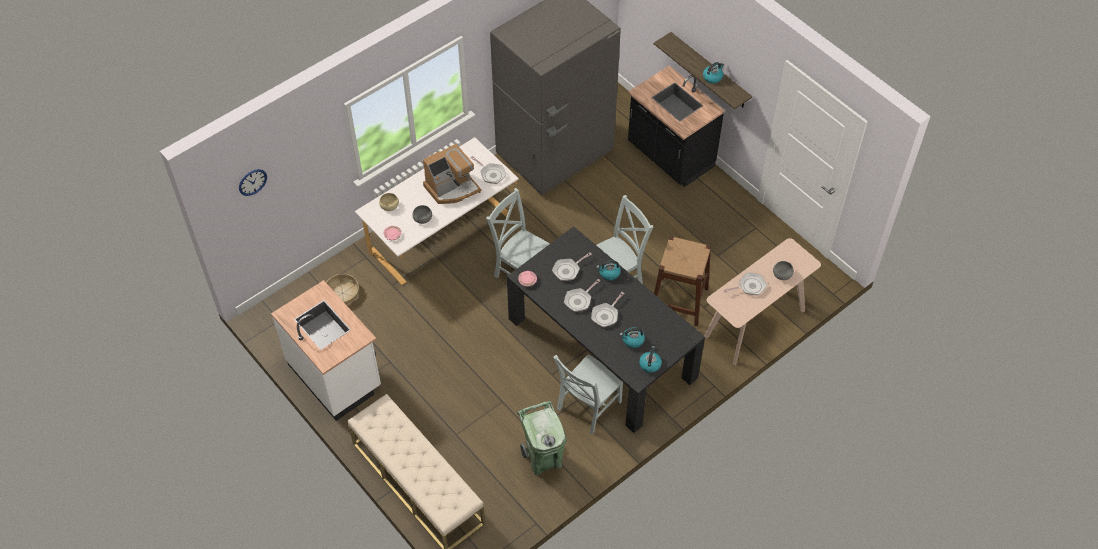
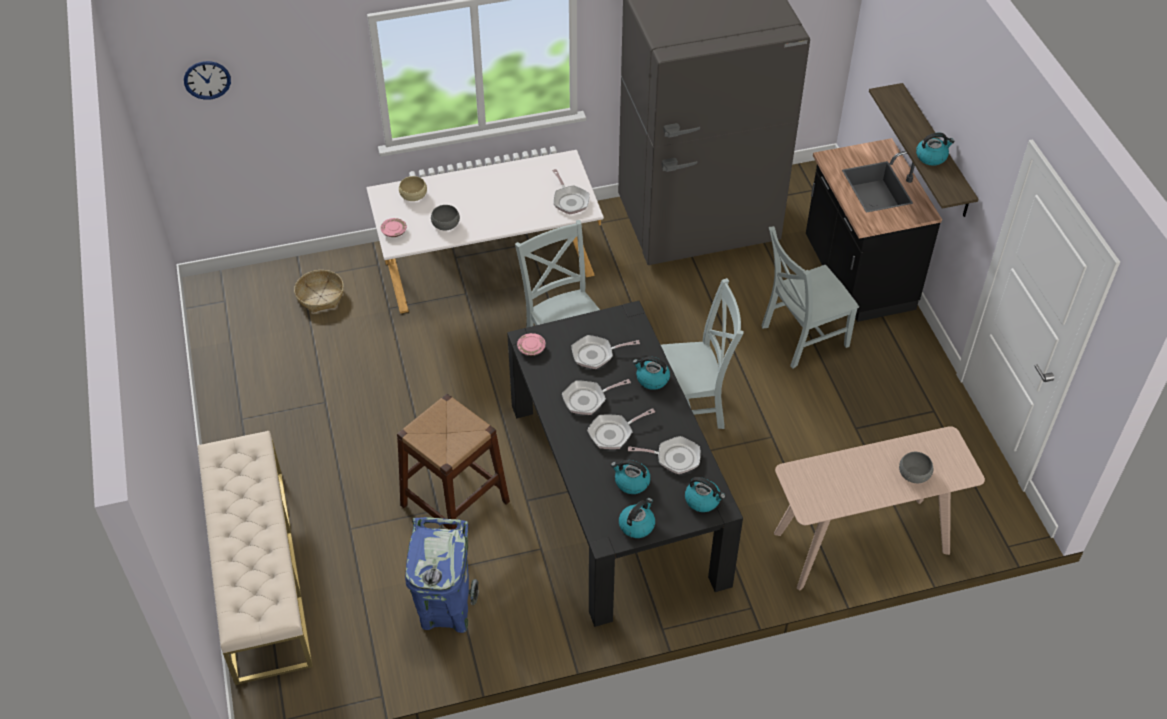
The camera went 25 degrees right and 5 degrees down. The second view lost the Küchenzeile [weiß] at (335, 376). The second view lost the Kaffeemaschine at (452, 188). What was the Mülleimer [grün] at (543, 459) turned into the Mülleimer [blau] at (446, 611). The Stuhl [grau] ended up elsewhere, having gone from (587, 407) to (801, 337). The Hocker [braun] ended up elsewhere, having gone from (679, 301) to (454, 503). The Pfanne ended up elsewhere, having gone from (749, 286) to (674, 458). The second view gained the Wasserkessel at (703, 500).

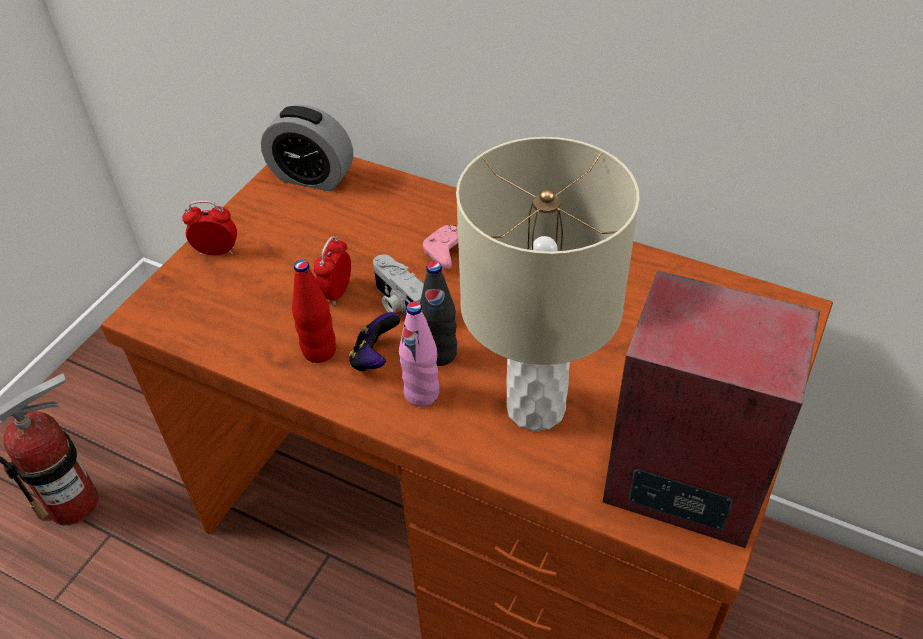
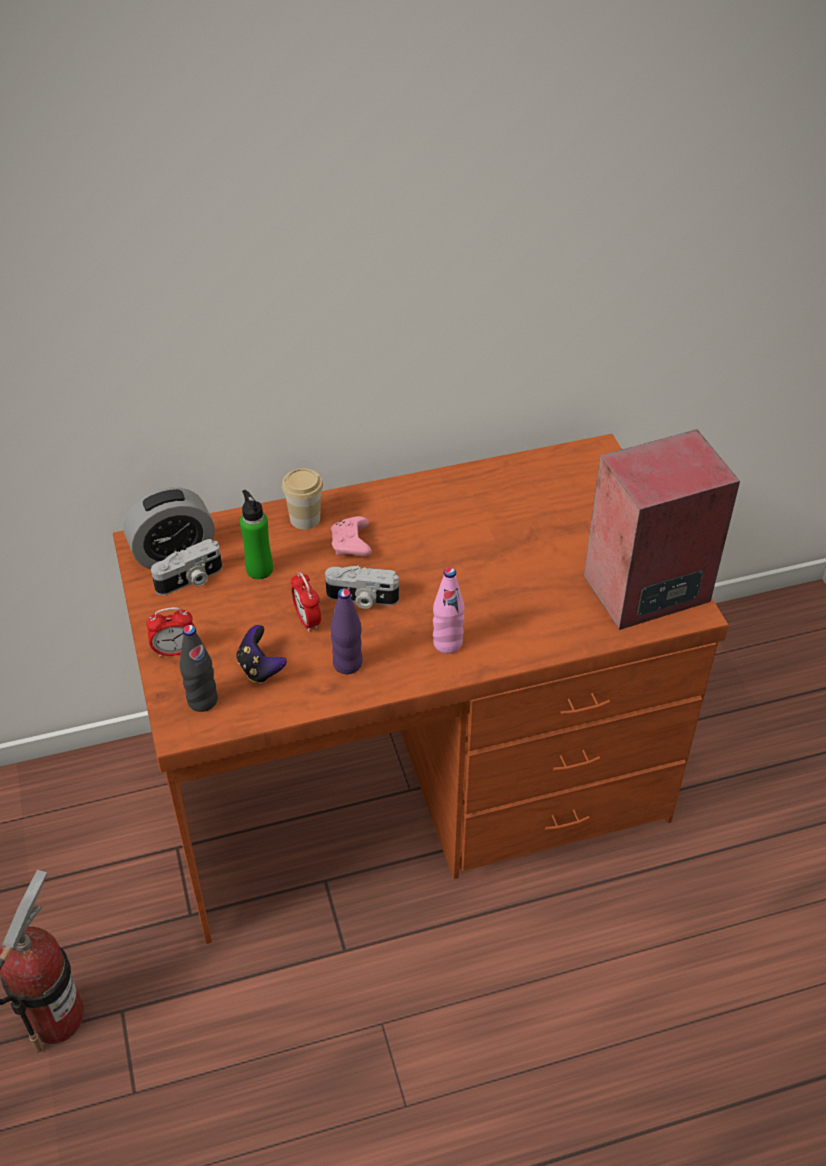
The camera went 45 degrees left and 0 degrees up. The Wecker at (217, 251) ended up facing another way, 150 degrees counterclockwise from before. What was the Flasche [rot] at (319, 351) turned into the Flasche [lila] at (347, 664). The Gamepad ended up elsewhere, having gone from (375, 358) to (260, 668). The Flasche [schwarz] ended up elsewhere, having gone from (439, 354) to (202, 700). The second view lost the Tischlampe [beige] at (536, 407). The second view gained the Kamera at (190, 580). The second view gained the Flasche [grün] at (259, 569). The second view gained the Tasse at (305, 518).

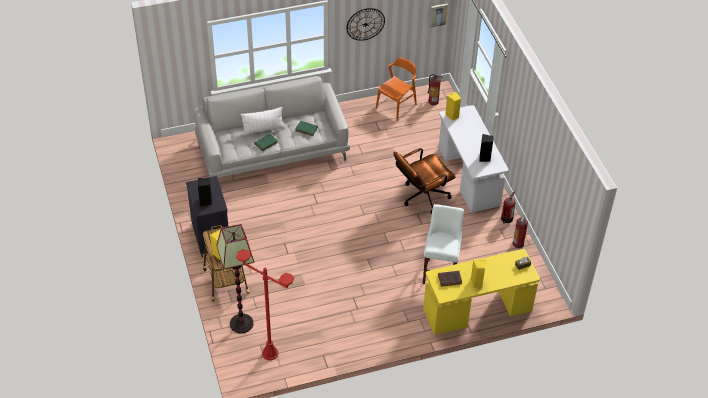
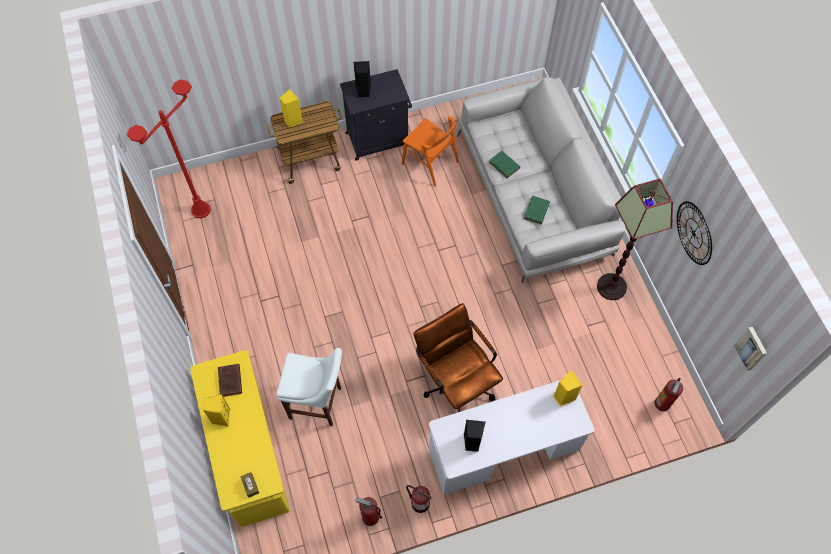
The camera went 90 degrees right and 15 degrees up. The Stehlampe ended up elsewhere, having gone from (241, 323) to (612, 287). The second view lost the Kissen [weiß] at (263, 129). The Stuhl [orange] ended up elsewhere, having gone from (396, 106) to (430, 163).

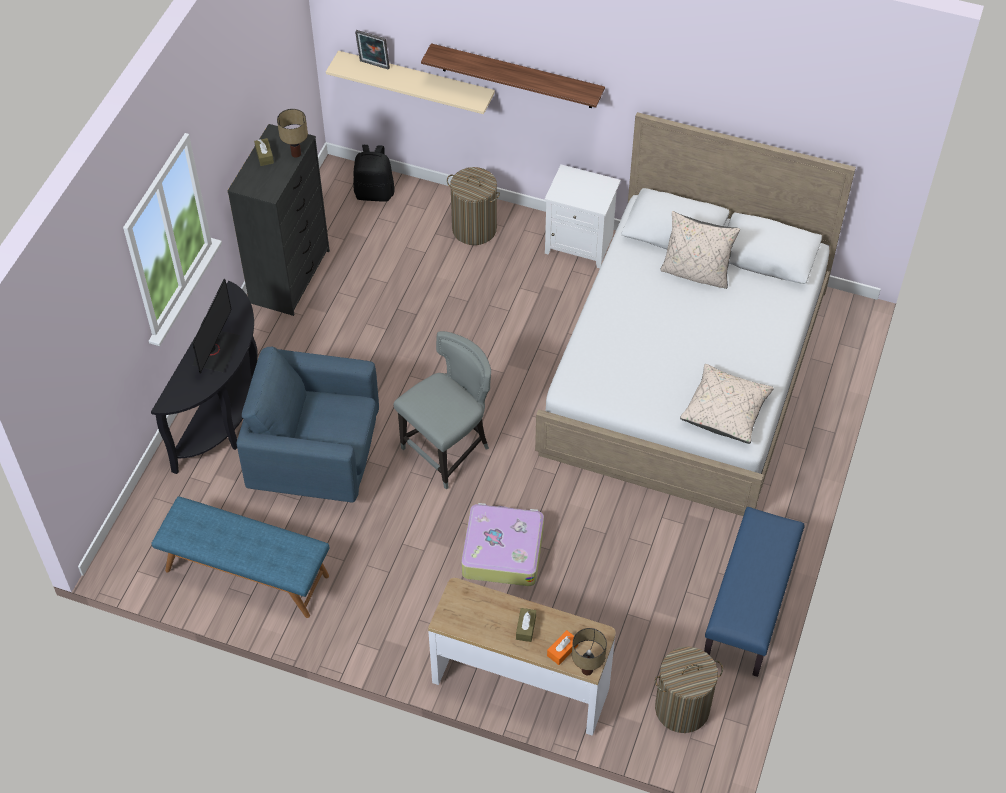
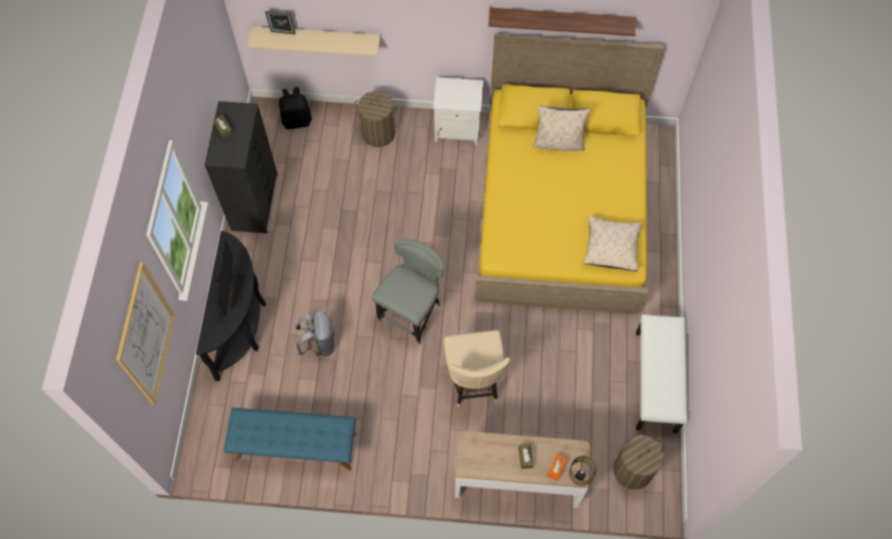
The camera went 15 degrees left and 10 degrees up. Where the Sessel [blau] stood at (317, 459), the Rucksack [grau] came to stand at (319, 344). The second view lost the Tischlampe at (295, 154). The Wandregal ended up elsewhere, having gone from (517, 76) to (561, 20). Where the Koffer stood at (502, 551), the Stuhl [beige] came to stand at (473, 382). What was the Bett [weiß] at (686, 370) turned into the Bett [gelb] at (561, 210). What was the Bank [blau] at (750, 607) turned into the Bank [weiß] at (656, 382). The second view gained the Bild at (145, 335).

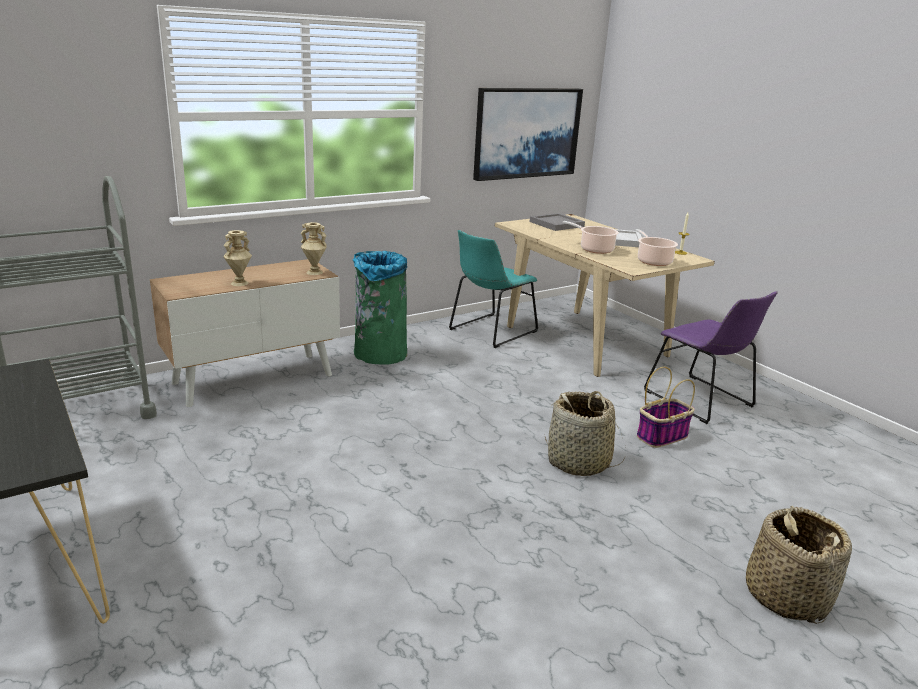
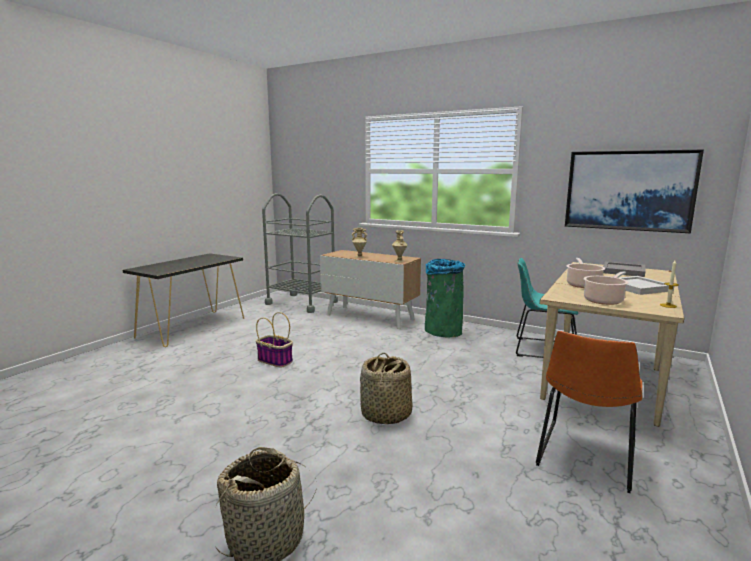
The camera went 65 degrees right and 10 degrees down. The Korb ended up elsewhere, having gone from (662, 436) to (275, 361). What was the Stuhl [lila] at (701, 400) turned into the Stuhl [orange] at (585, 457).

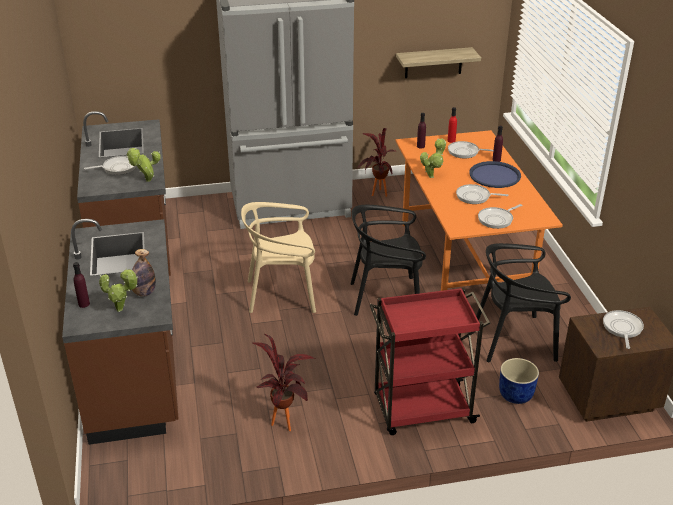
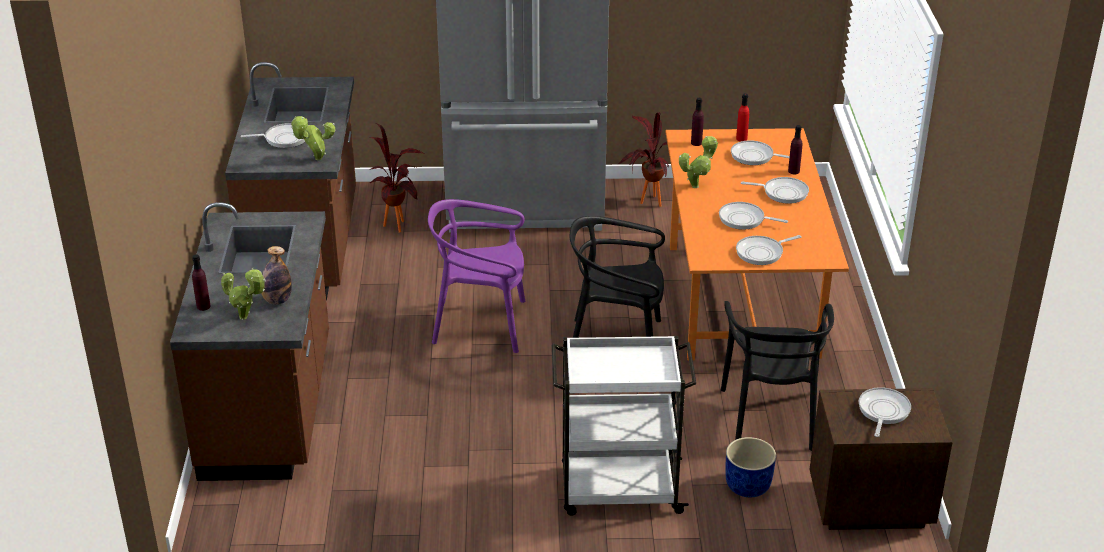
The camera went 10 degrees right and 0 degrees up. What was the Stuhl [beige] at (282, 294) turned into the Stuhl [lila] at (481, 325). The Topfpflanze ended up elsewhere, having gone from (285, 419) to (398, 223). What was the Rollwagen [rot] at (421, 410) turned into the Rollwagen [weiß] at (618, 490). The second view lost the Wandregal at (433, 63). Where the Tablett [blau] stood at (494, 175), the Pfanne came to stand at (782, 193). The Stuhl [schwarz] at (514, 340) ended up facing another way, 90 degrees counterclockwise from before.

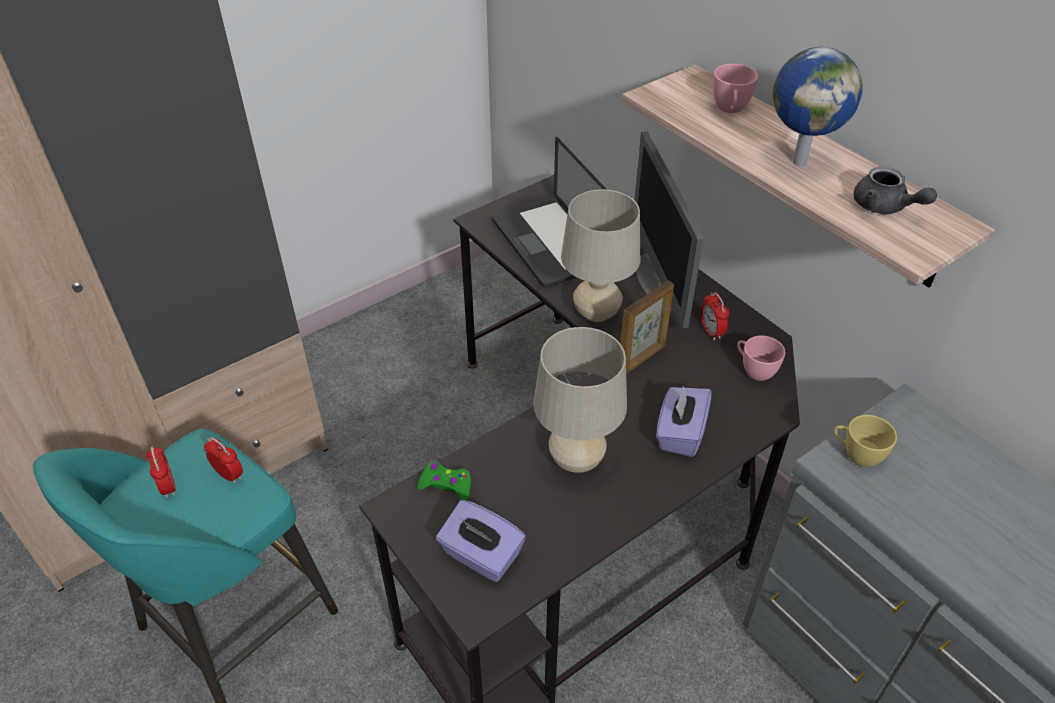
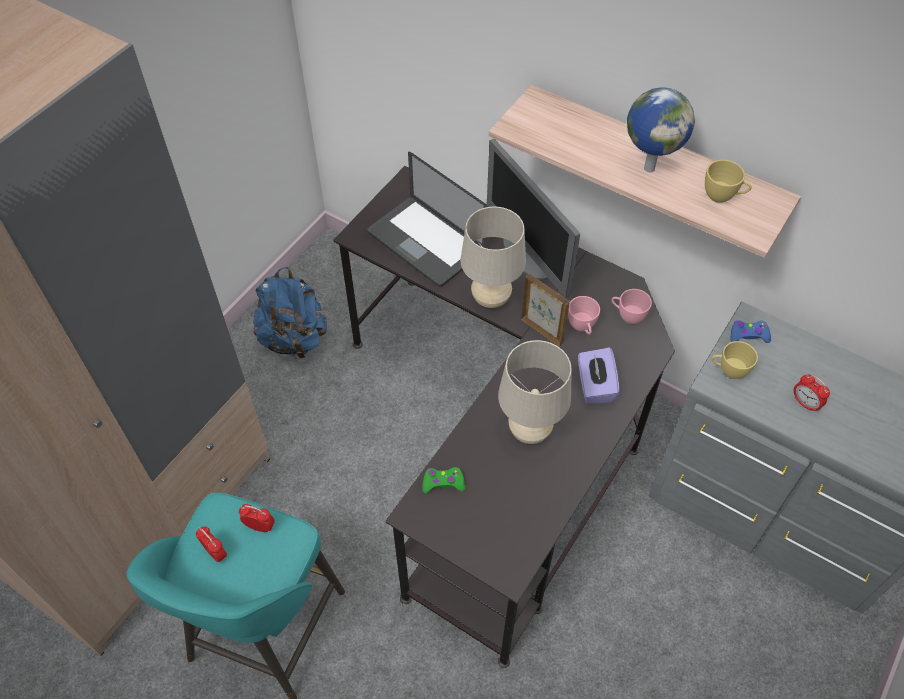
The camera went 20 degrees left and 10 degrees up. The second view lost the Taschentuchbox [lila] at (481, 556). The Bilderrahmen at (642, 359) ended up facing another way, 75 degrees counterclockwise from before. The Wecker ended up elsewhere, having gone from (711, 332) to (805, 403). The Tasse [rosa] ended up elsewhere, having gone from (730, 110) to (582, 327). Where the Teekanne [grau] stood at (884, 207), the Tasse [gelb] came to stand at (723, 196). The second view gained the Rucksack [blau] at (294, 339). The second view gained the Gamepad [blau] at (748, 335).

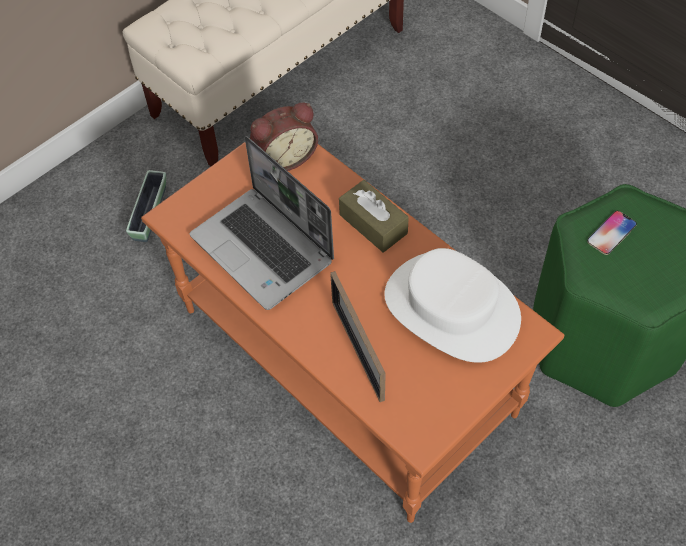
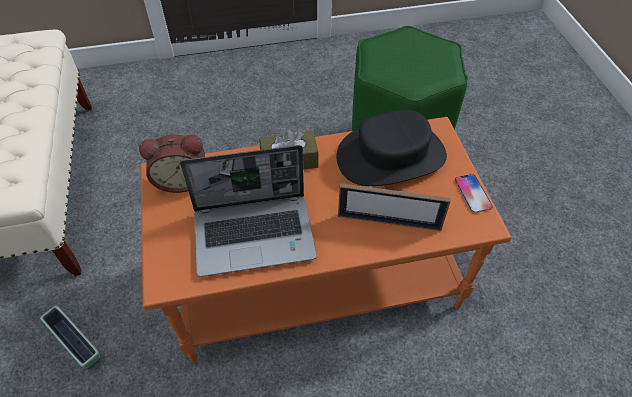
The camera went 60 degrees left and 5 degrees down. The Wecker at (284, 157) ended up facing another way, 75 degrees clockwise from before. What was the Hut [weiß] at (451, 309) turned into the Hut [schwarz] at (391, 156). The Handy ended up elsewhere, having gone from (611, 233) to (472, 193).

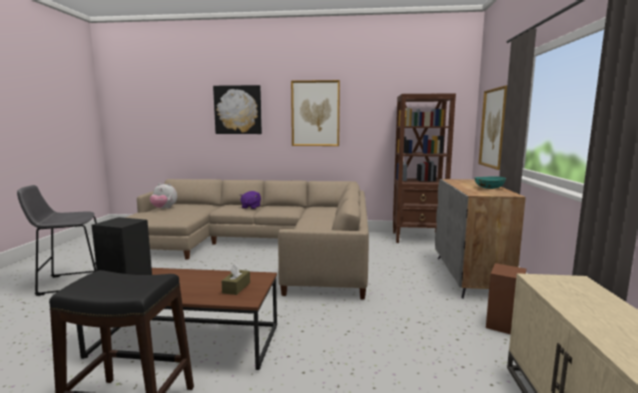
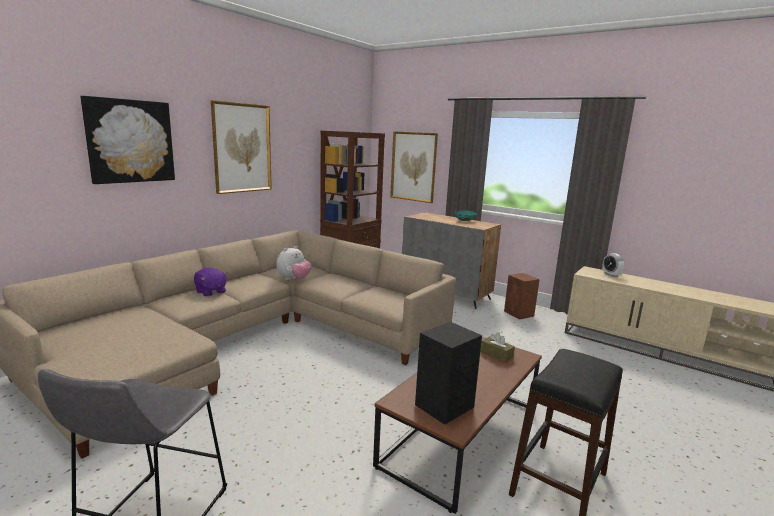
The camera went 60 degrees left and 5 degrees up. The Plüschtier ended up elsewhere, having gone from (164, 208) to (294, 279). The second view gained the Wecker at (611, 275).

